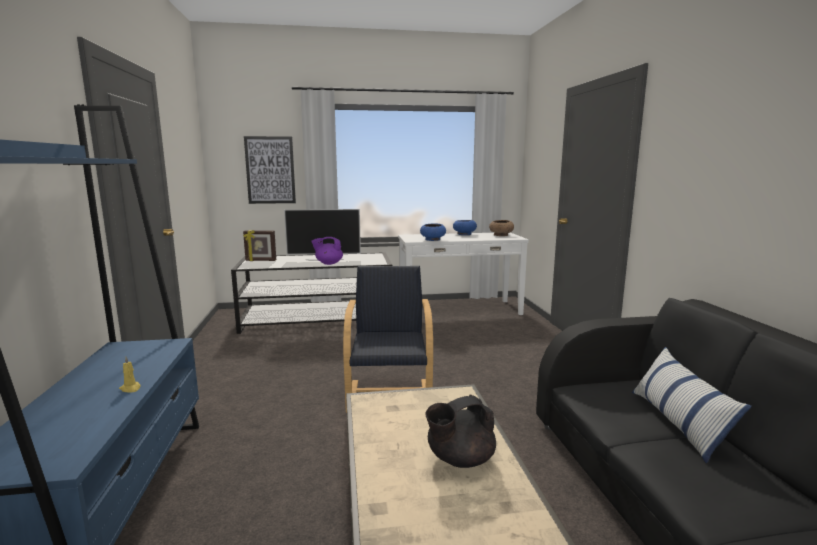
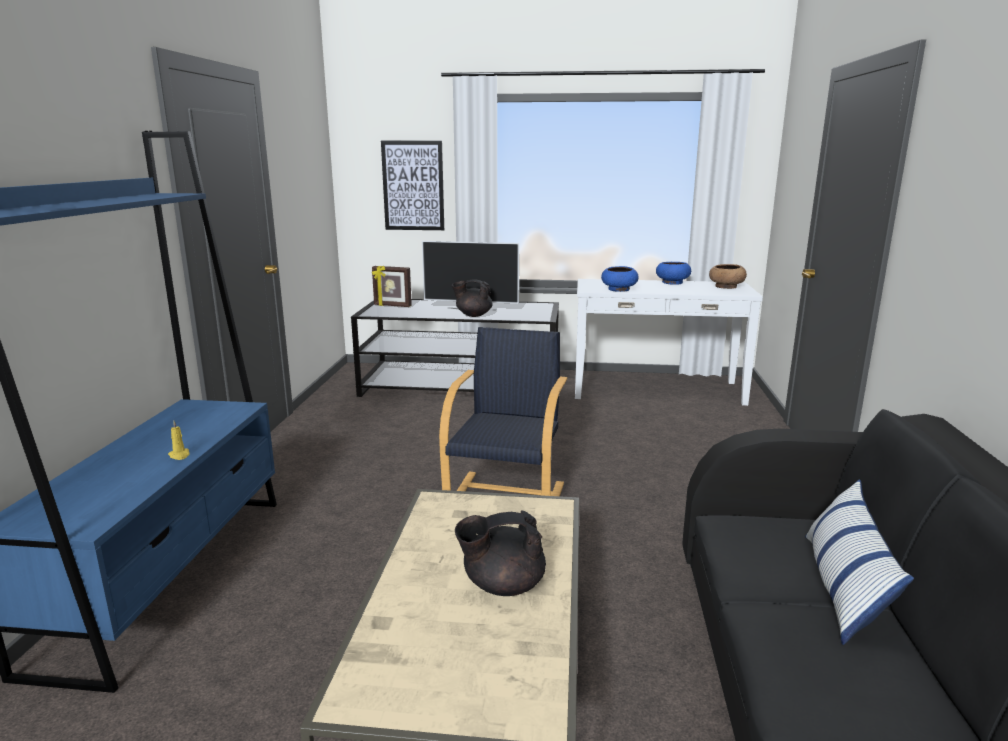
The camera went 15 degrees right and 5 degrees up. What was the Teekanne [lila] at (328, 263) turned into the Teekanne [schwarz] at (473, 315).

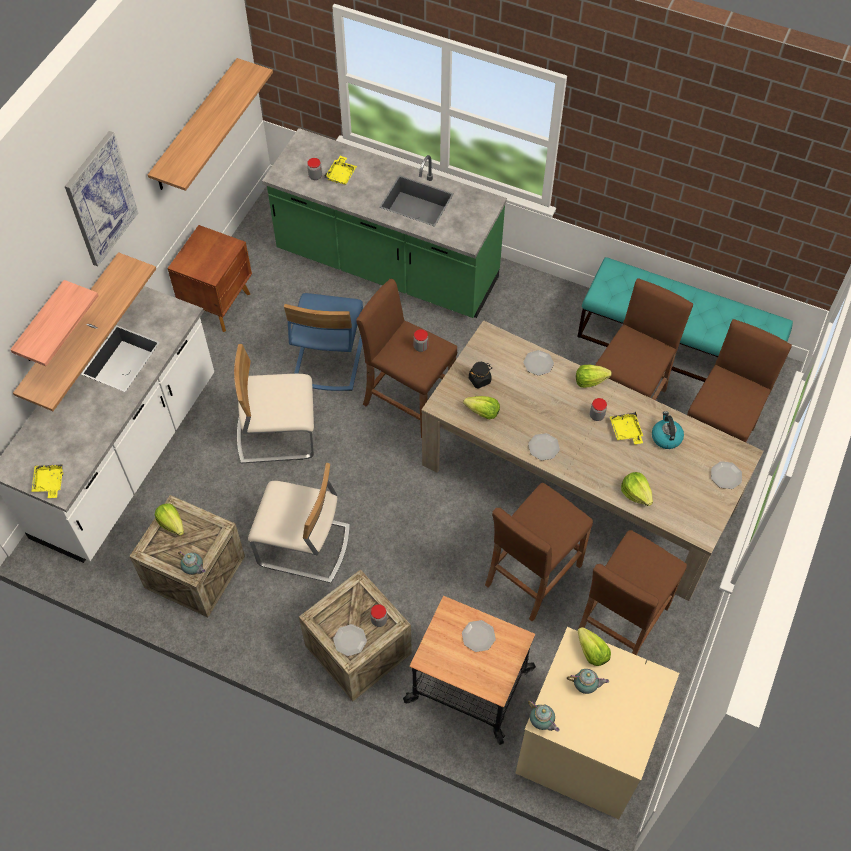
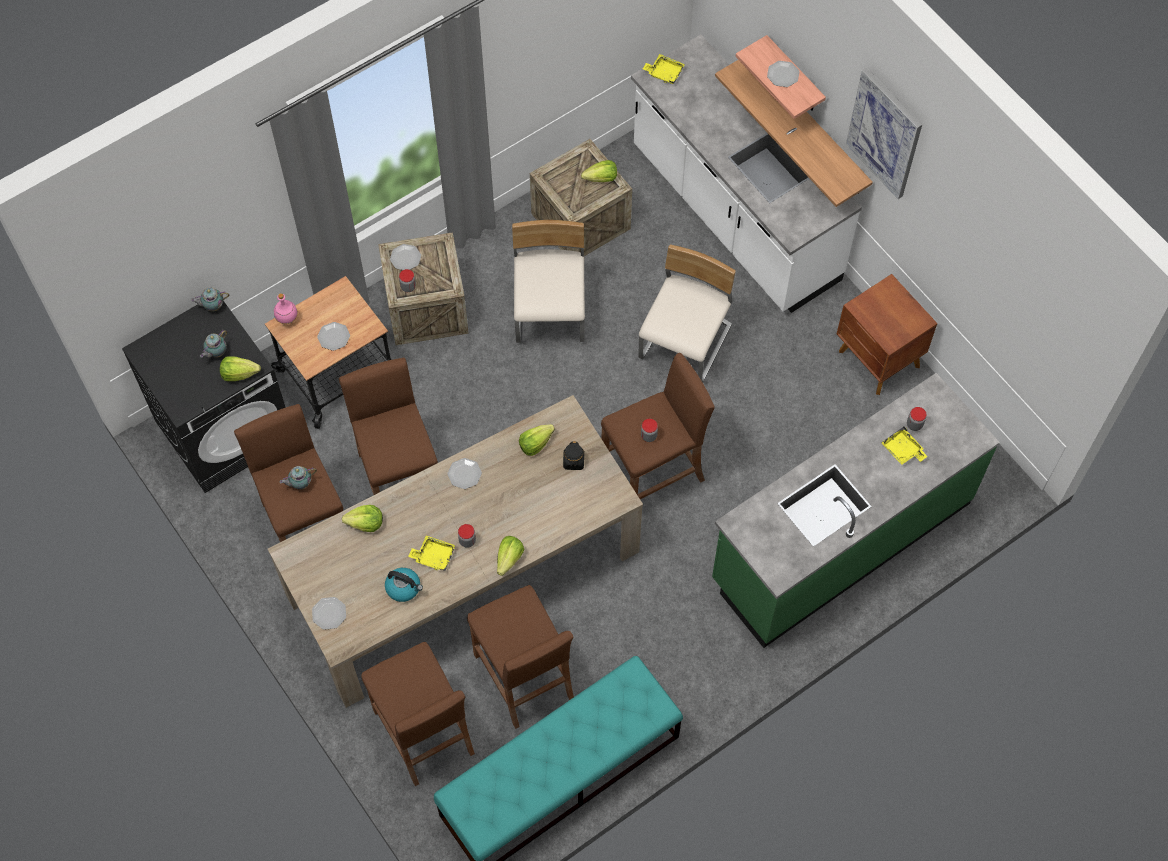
The camera went 120 degrees right and 5 degrees up. The second view lost the Wandregal at (196, 126). The Teekanne ended up elsewhere, having gone from (194, 570) to (300, 484). The Stuhl [beige] at (304, 546) ended up facing another way, 135 degrees clockwise from before. The second view lost the Stuhl [blau] at (328, 358). What was the Waschmaschine [beige] at (583, 748) turned into the Waschmaschine [schwarz] at (225, 428). The Teller ended up elsewhere, having gone from (538, 363) to (783, 75). The second view gained the Flasche [rosa] at (287, 318).

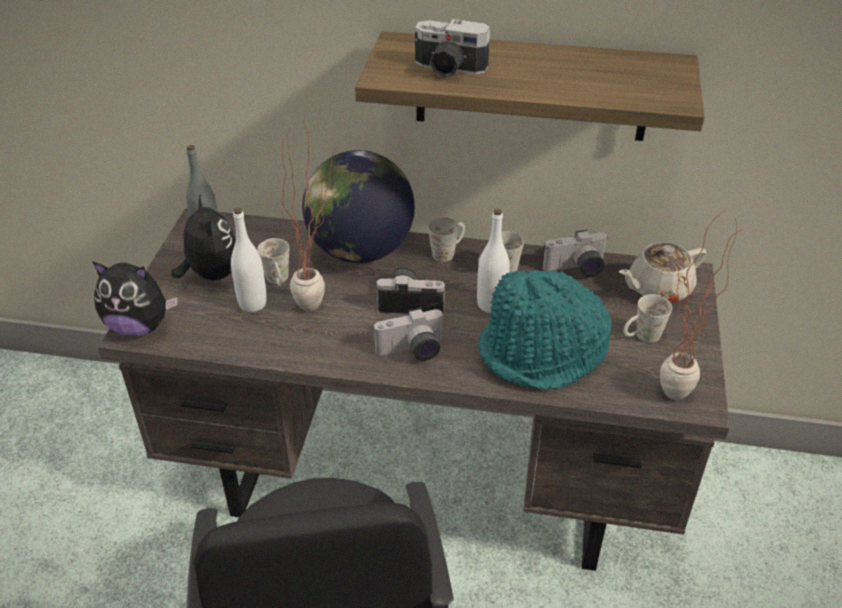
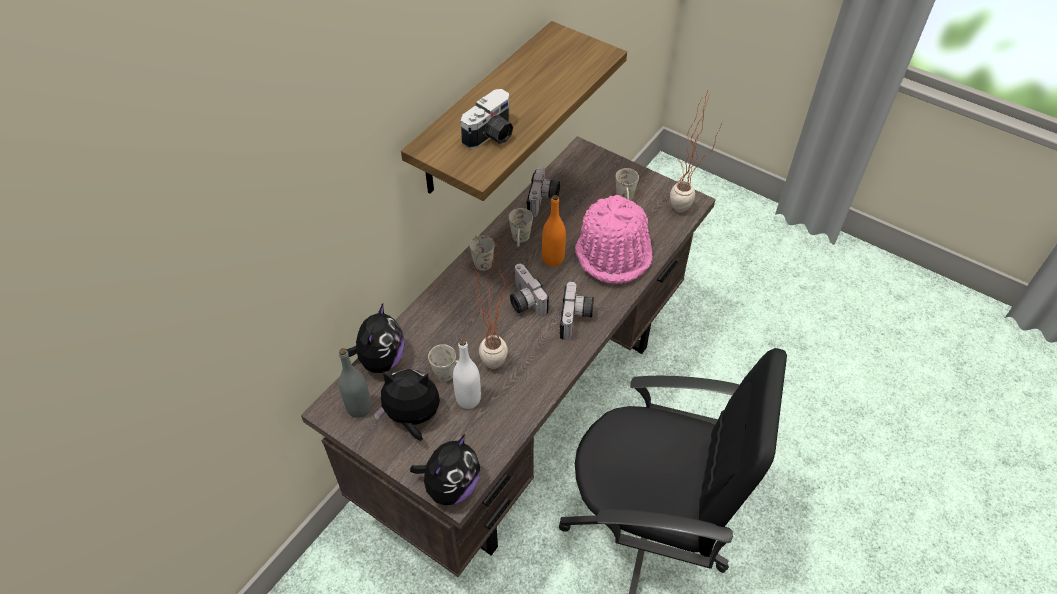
The camera went 65 degrees left and 10 degrees up. The second view lost the Globus at (360, 250). The Kamera at (411, 301) ended up facing another way, 60 degrees counterclockwise from before. What was the Flasche [weiß] at (491, 304) turned into the Flasche [orange] at (553, 259). What was the Hut [türkis] at (543, 353) turned into the Hut [rosa] at (614, 252). The second view lost the Teekanne [beige] at (658, 289). The second view gained the Plüschtier at (380, 360).

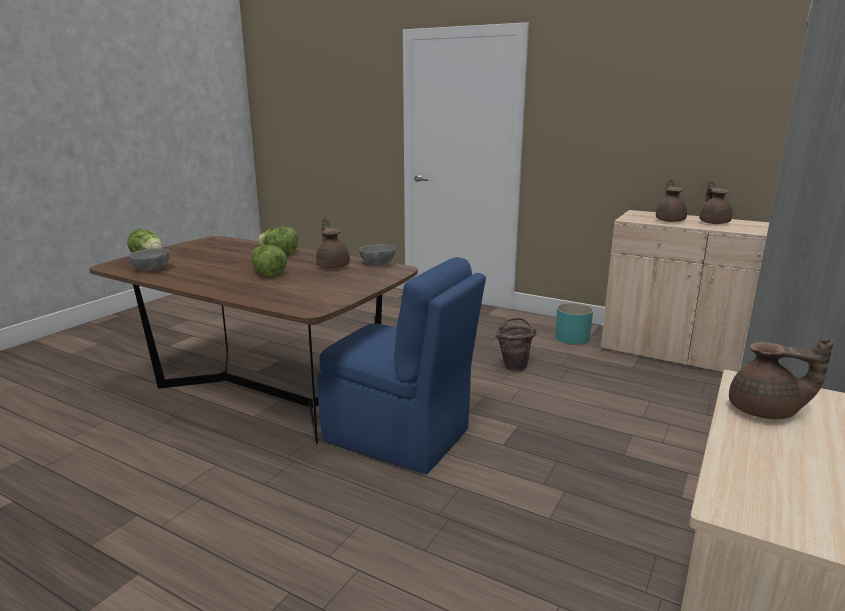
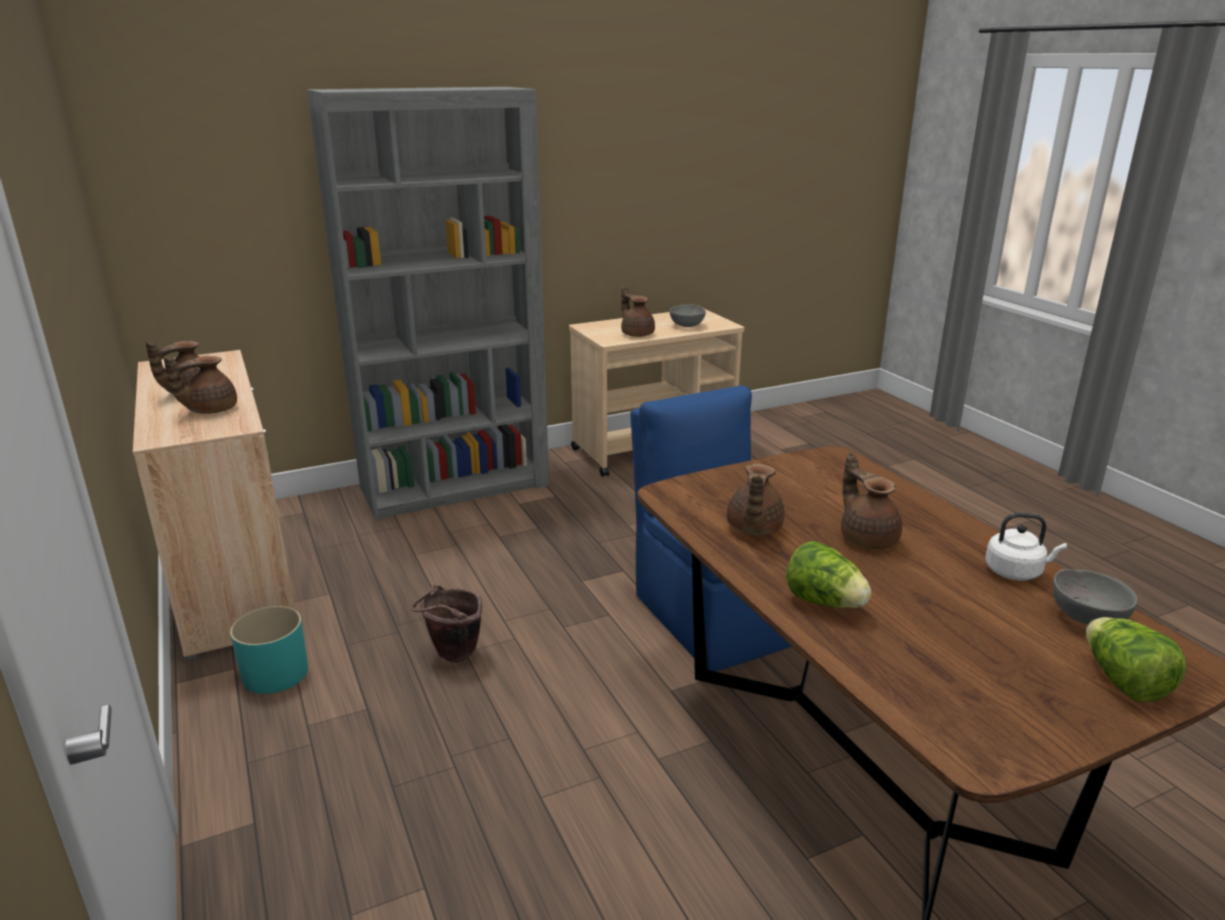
The camera went 145 degrees left and 5 degrees up. Where the Salatkopf stood at (267, 274), the Teekanne [braun] came to stand at (867, 537). The Schüssel [grau] ended up elsewhere, having gone from (377, 264) to (688, 326). The second view gained the Wasserkessel [weiß] at (1016, 572).

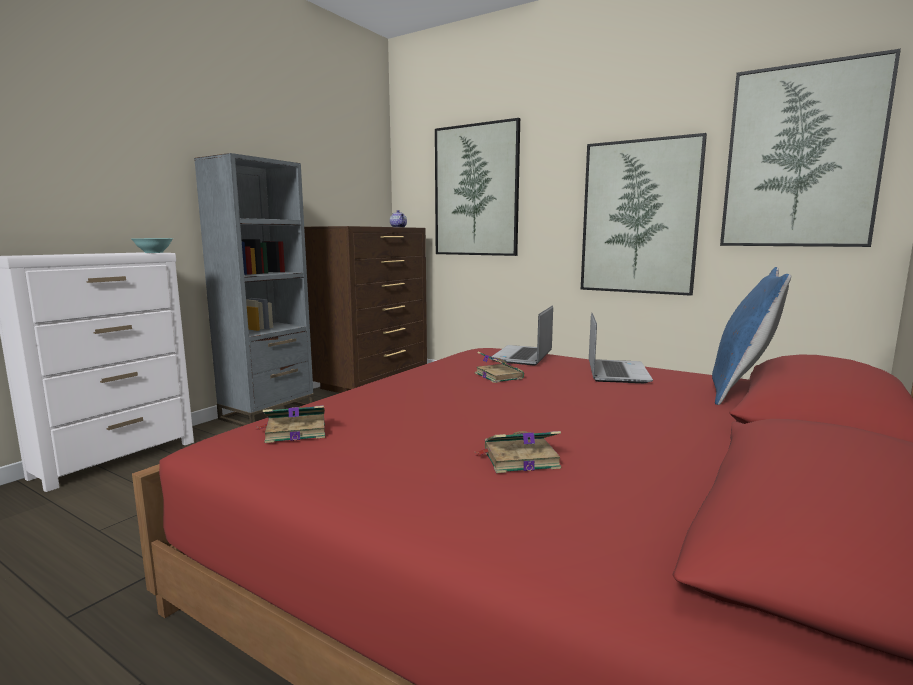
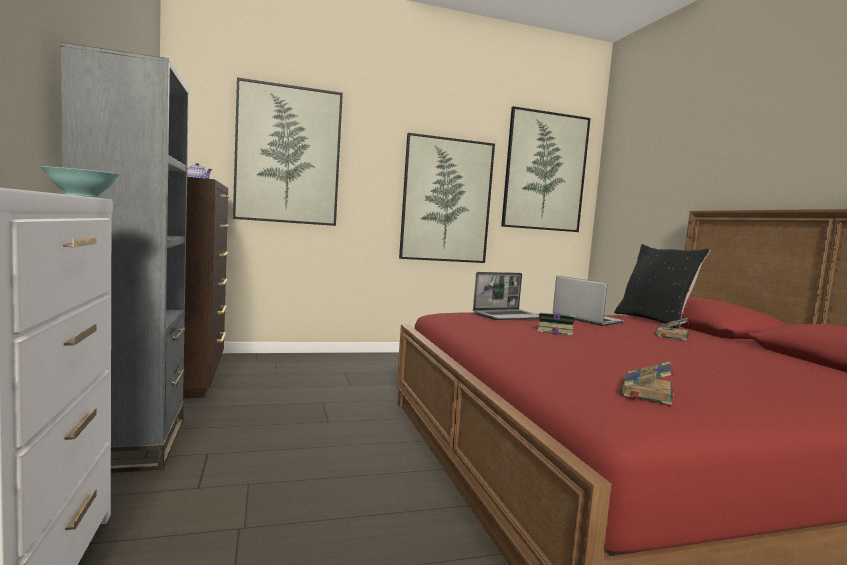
The camera went 50 degrees left and 5 degrees down. The Buch ended up elsewhere, having gone from (519, 459) to (672, 336). The Laptop at (523, 357) ended up facing another way, 90 degrees counterclockwise from before. What was the Kissen [blau] at (742, 390) turned into the Kissen [schwarz] at (654, 320).

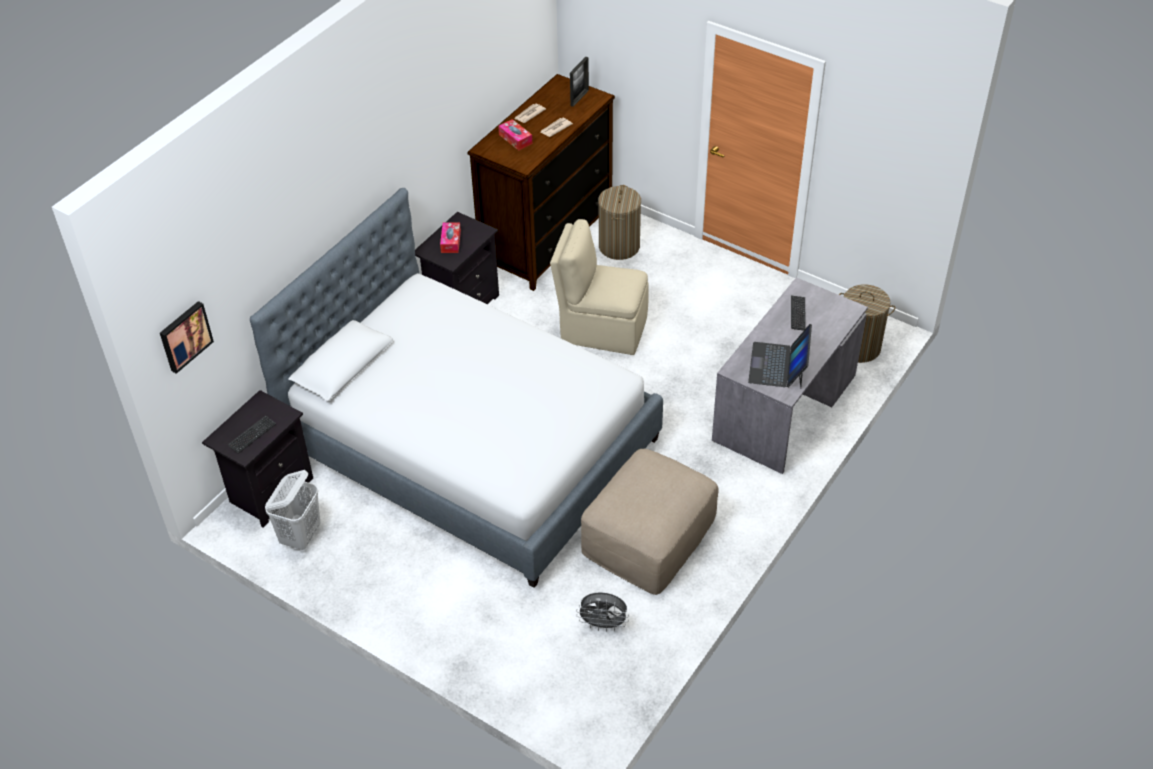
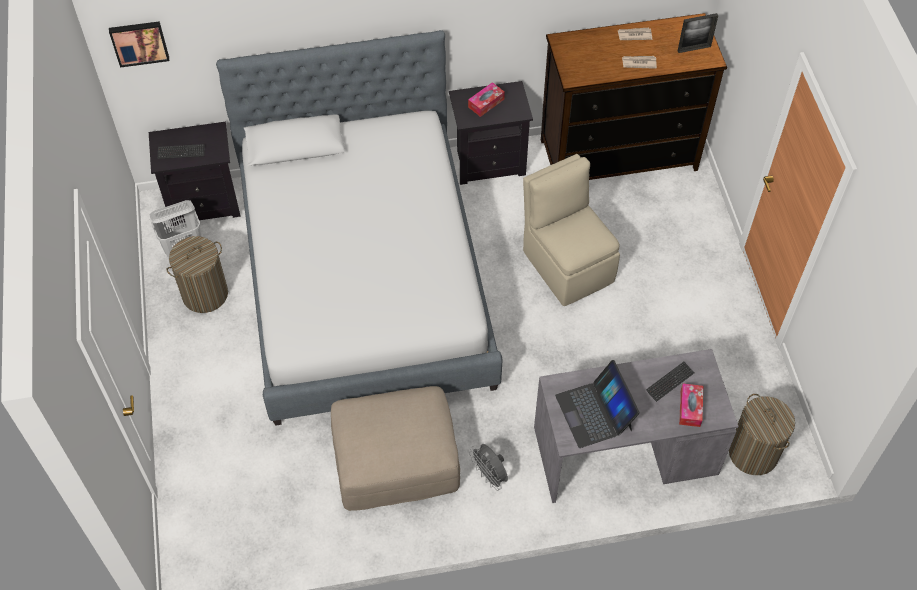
The camera went 45 degrees right and 10 degrees up. The Taschentuchbox ended up elsewhere, having gone from (515, 139) to (690, 408). The Ventilator [grau] ended up elsewhere, having gone from (603, 625) to (490, 476). The Wäschekorb ended up elsewhere, having gone from (619, 246) to (205, 294). The Laptop at (778, 365) ended up facing another way, 75 degrees counterclockwise from before.

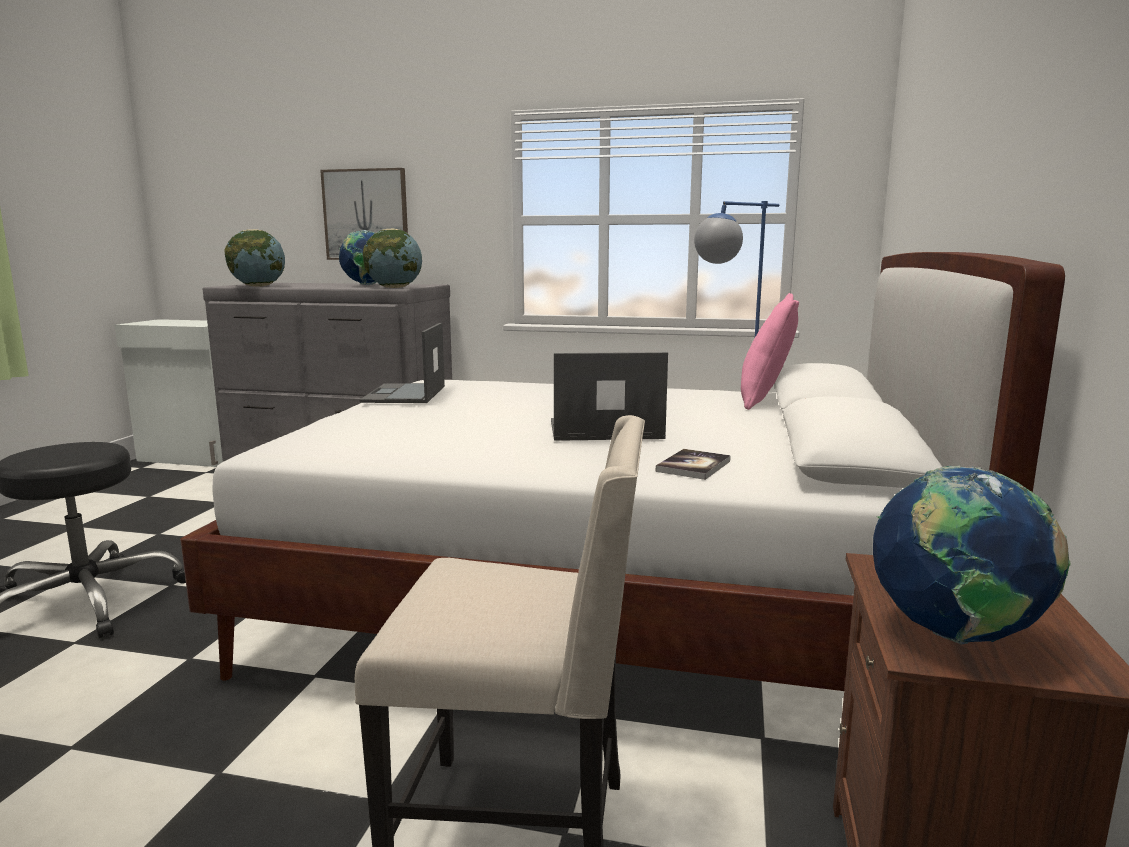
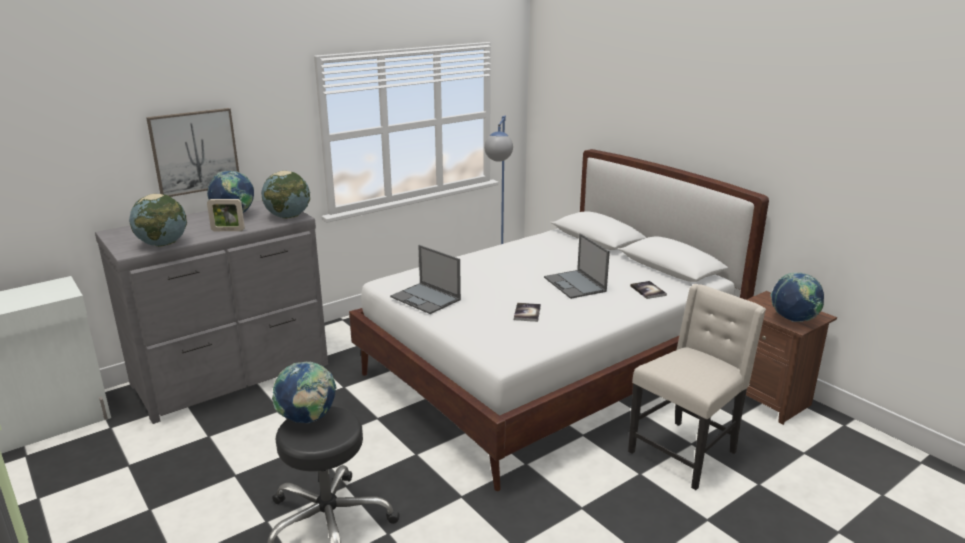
The camera went 50 degrees left and 10 degrees up. The Laptop at (603, 430) ended up facing another way, 60 degrees counterclockwise from before. The second view lost the Kissen [rosa] at (765, 399). The second view gained the Bilderrahmen at (228, 230). The second view gained the Globus at (308, 420). The second view gained the Buch at (527, 313).

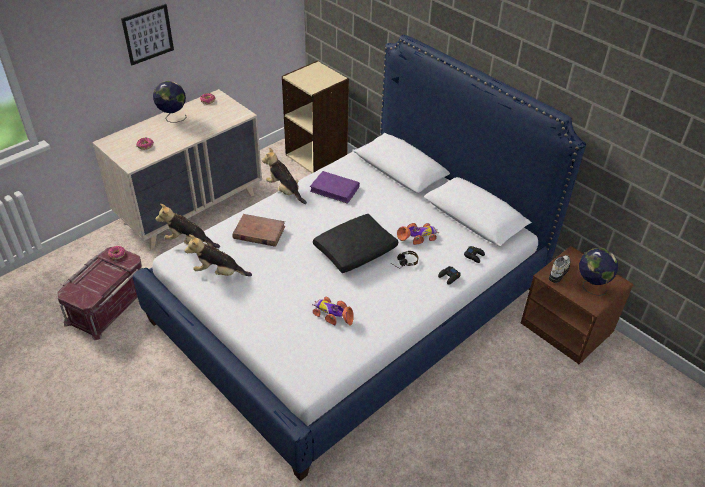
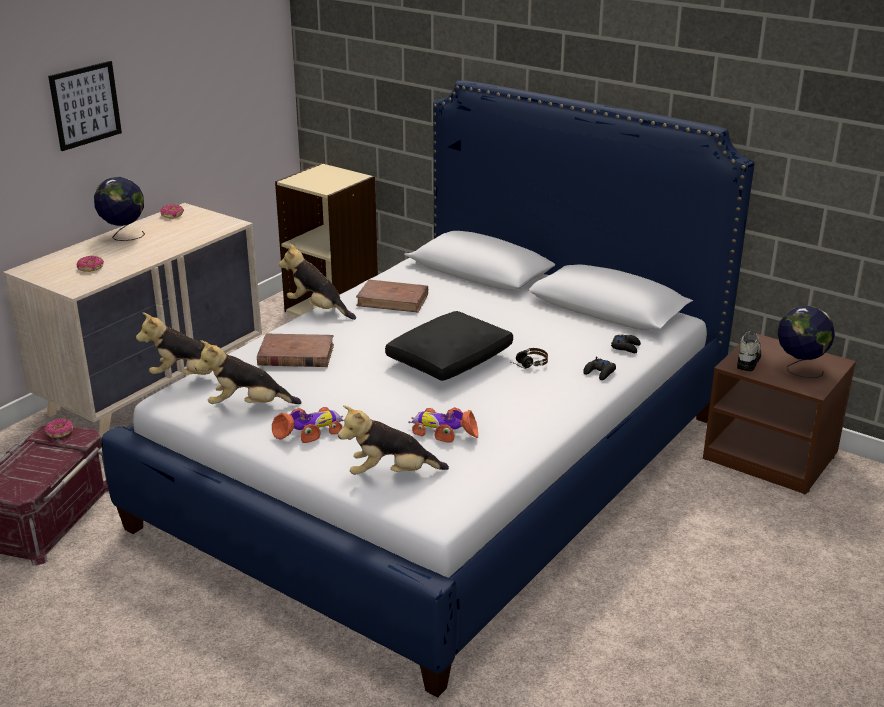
The camera went 10 degrees left and 15 degrees down. What was the Buch [lila] at (335, 189) turned into the Buch [braun] at (393, 300). The Spielzeugauto ended up elsewhere, having gone from (418, 237) to (310, 431). The second view gained the Plüschtier at (391, 474).

